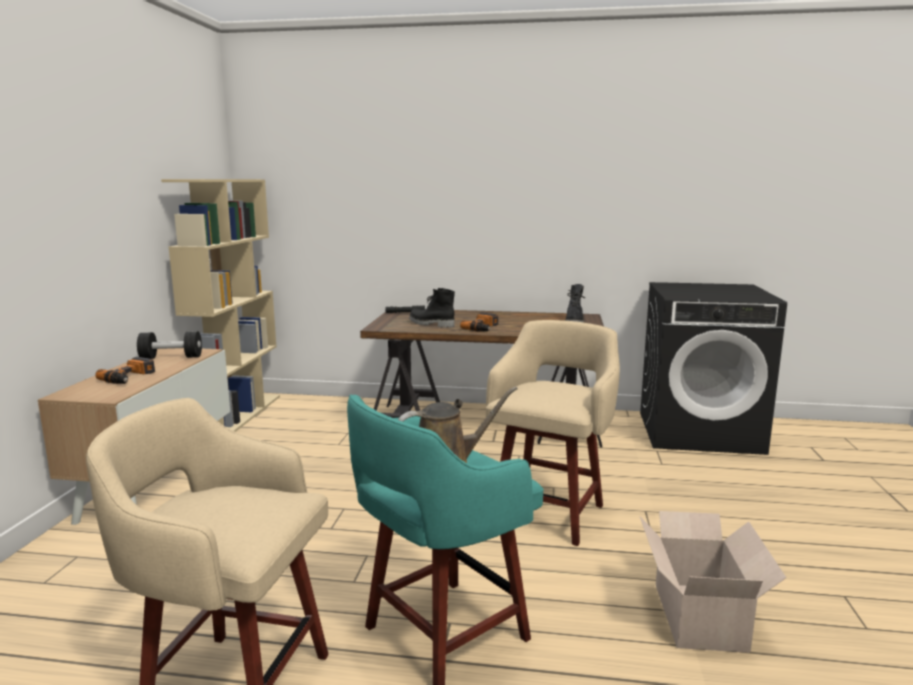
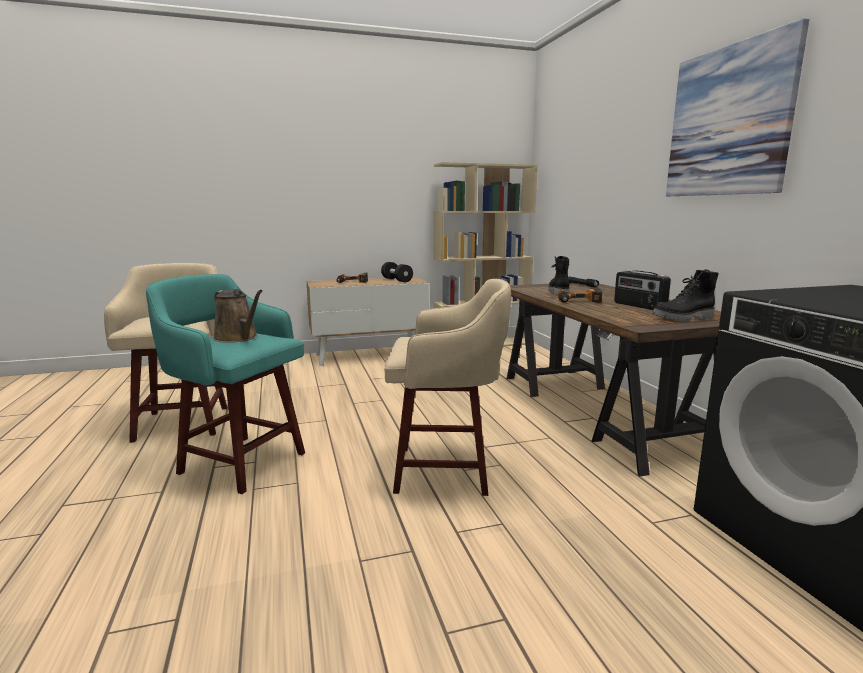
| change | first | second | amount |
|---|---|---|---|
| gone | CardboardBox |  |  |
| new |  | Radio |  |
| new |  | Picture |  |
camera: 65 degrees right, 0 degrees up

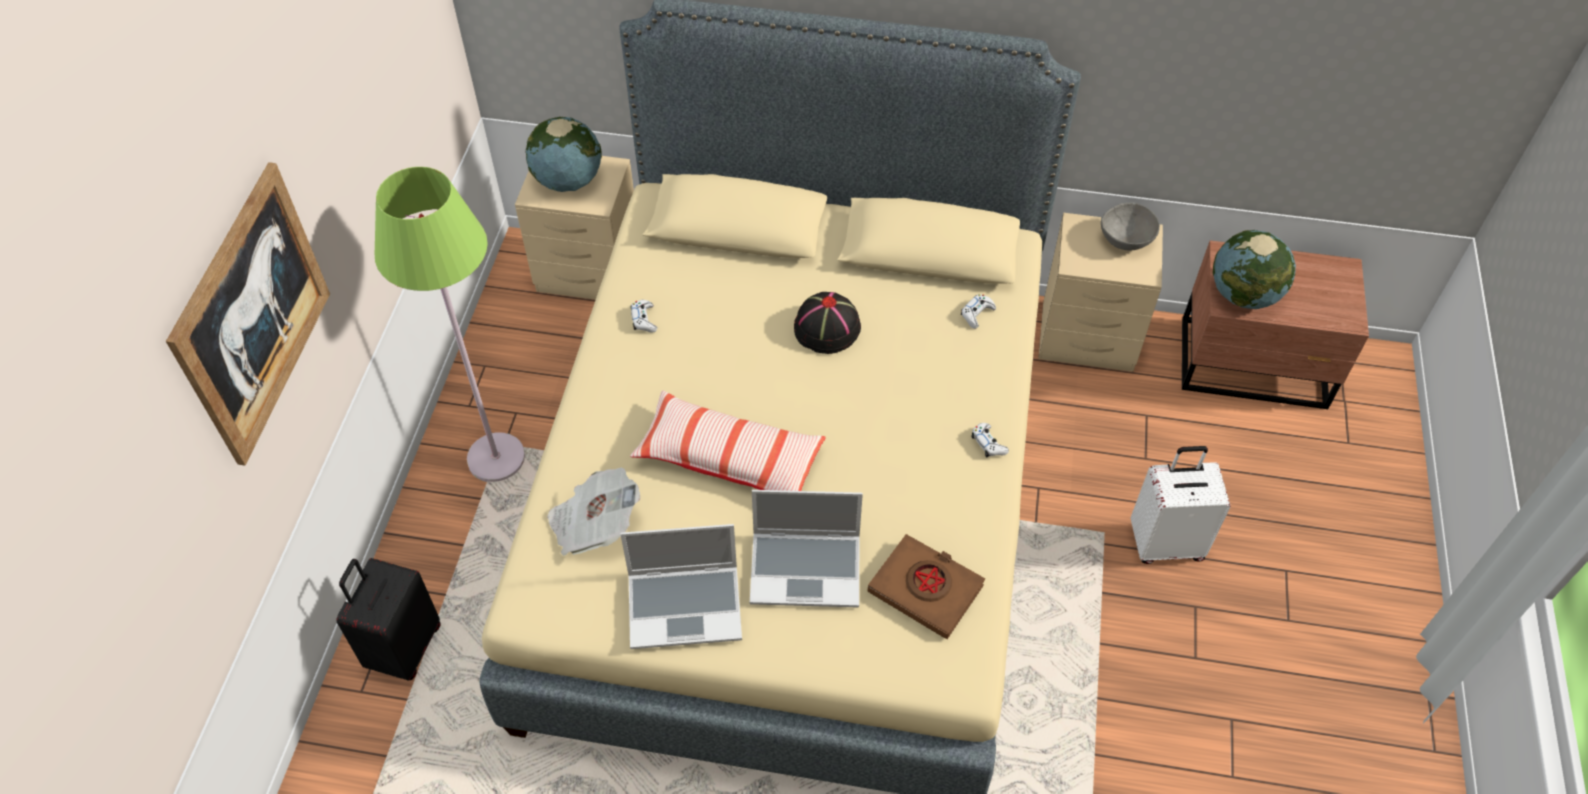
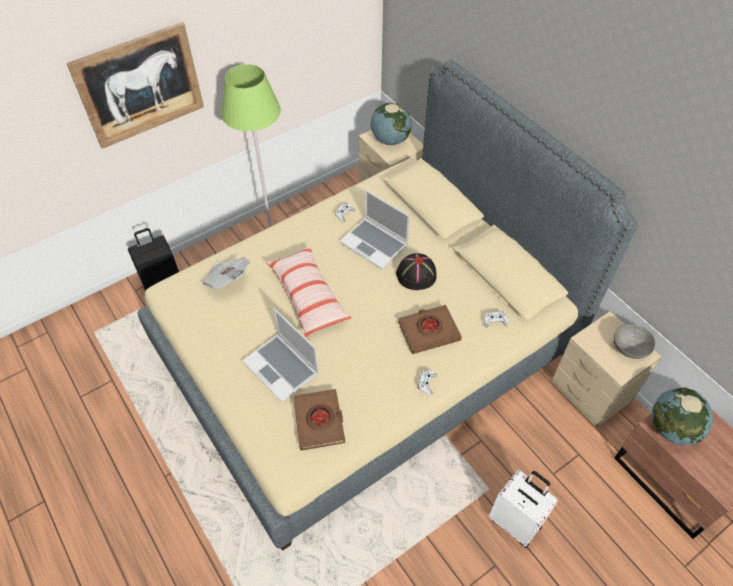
| change | first | second | amount |
|---|---|---|---|
| shifted | Laptop (no. 1 from left in the first image) | Laptop (no. 2 from left) |  |
| new |  | BrownBook (no. 2 from left) |  |
camera: 45 degrees right, 0 degrees up

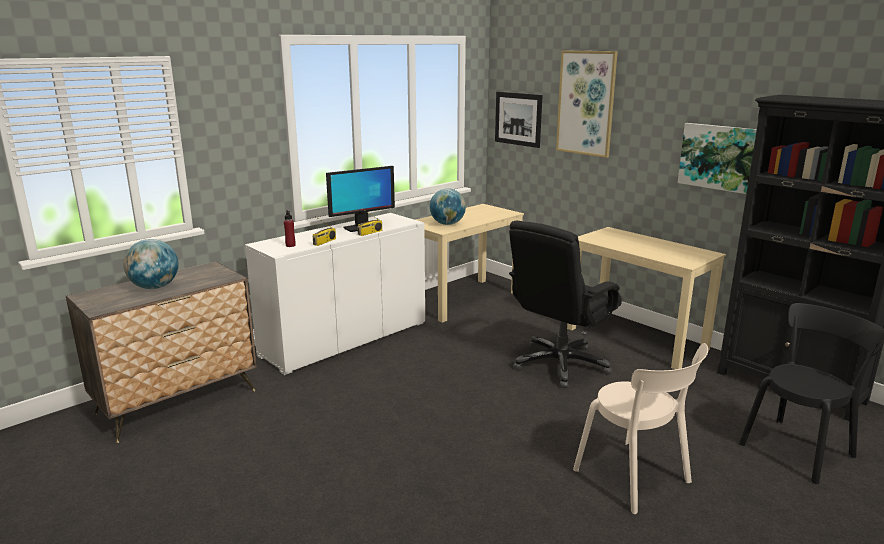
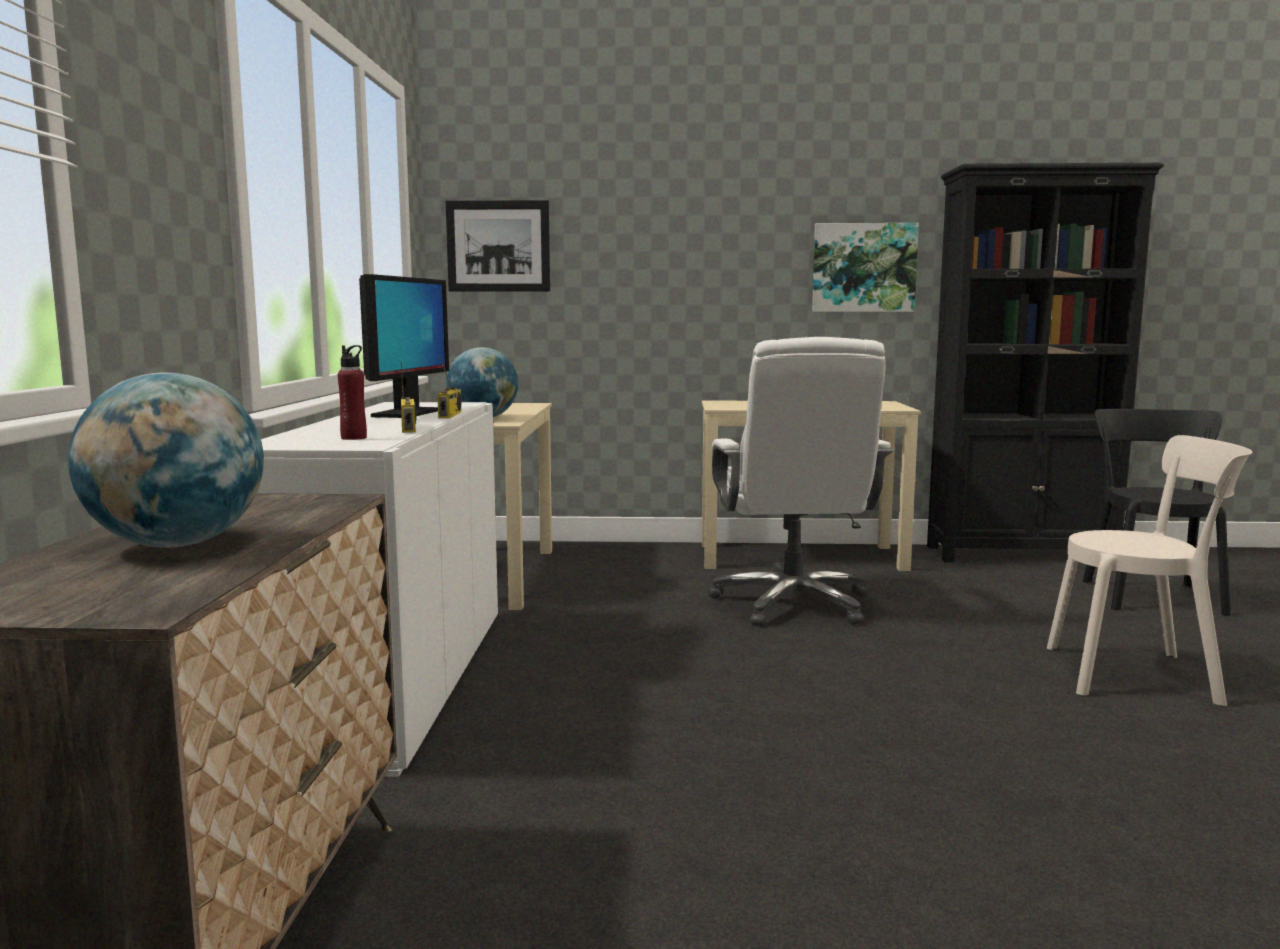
| change | first | second | amount |
|---|---|---|---|
| repainted | BlackOfficeChair | WhiteOfficeChair |  |
| gone | Picture (no. 2 from left) |  |  |
camera: 45 degrees left, 10 degrees down

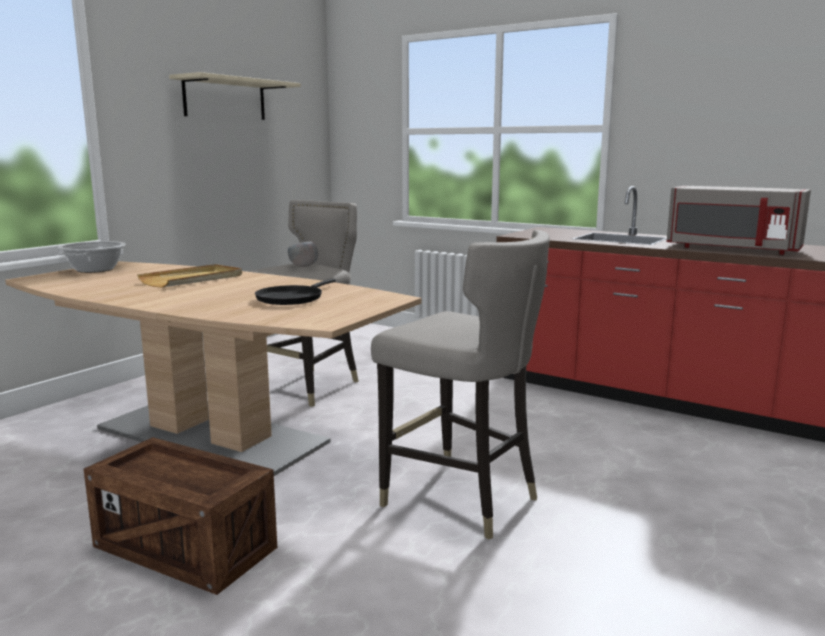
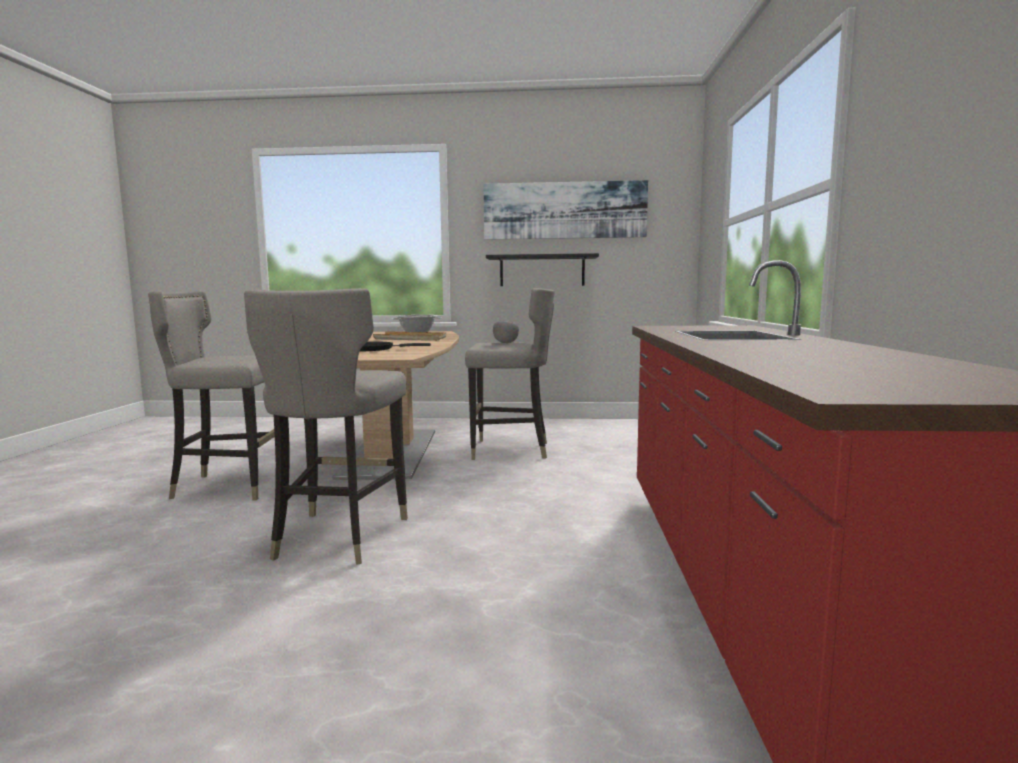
| change | first | second | amount |
|---|---|---|---|
| swapped | Crate | GreyStool (no. 1 from left) |  |
| swapped | BeigeShelf | Picture |  |
| gone | GreyMicrowave |  |  |
| new |  | BlackShelf |  |
camera: 60 degrees right, 5 degrees down

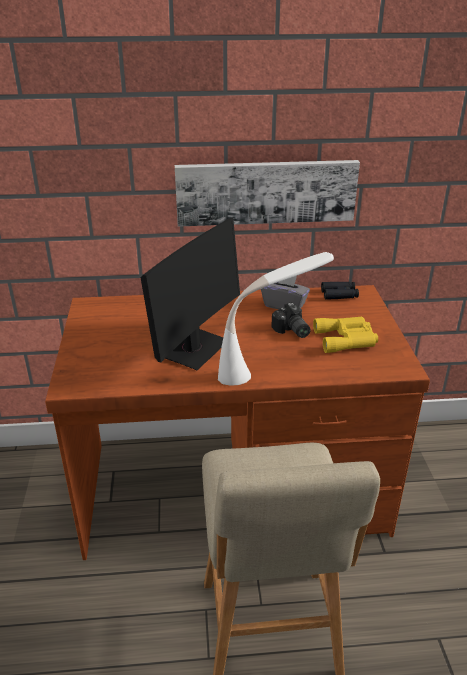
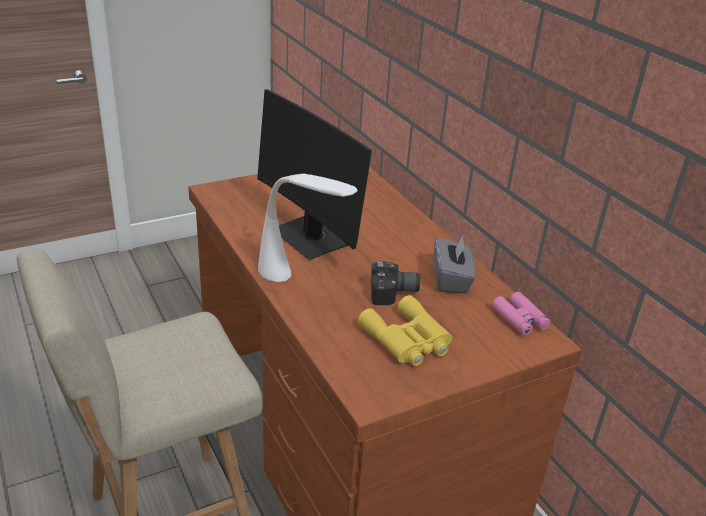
| change | first | second | amount |
|---|---|---|---|
| rotated | Monitor |  | 45 degrees clockwise |
| gone | Picture |  |  |
| rotated | PhotoCamera |  | 135 degrees counterclockwise |
| repainted | BlackBinoculars | PinkBinoculars |  |
camera: 65 degrees right, 0 degrees up

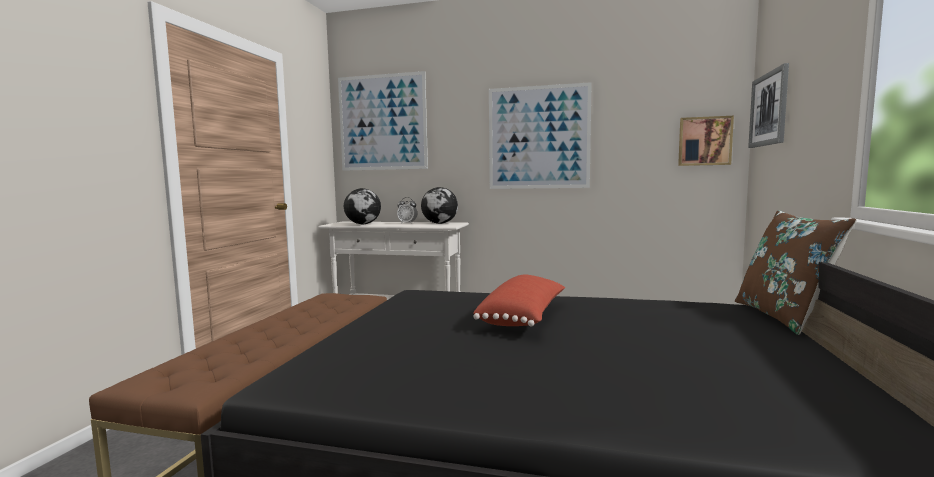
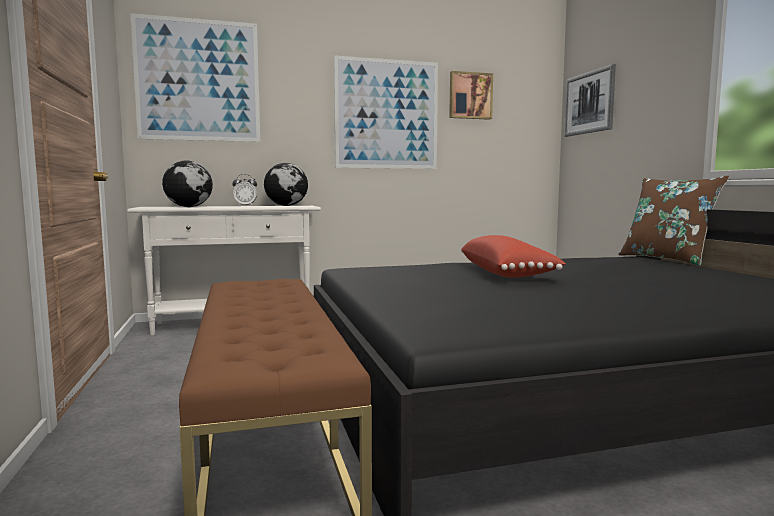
| change | first | second | amount |
|---|---|---|---|
| shifted | Picture (no. 3 from left) |  |  |
camera: 30 degrees left, 0 degrees up

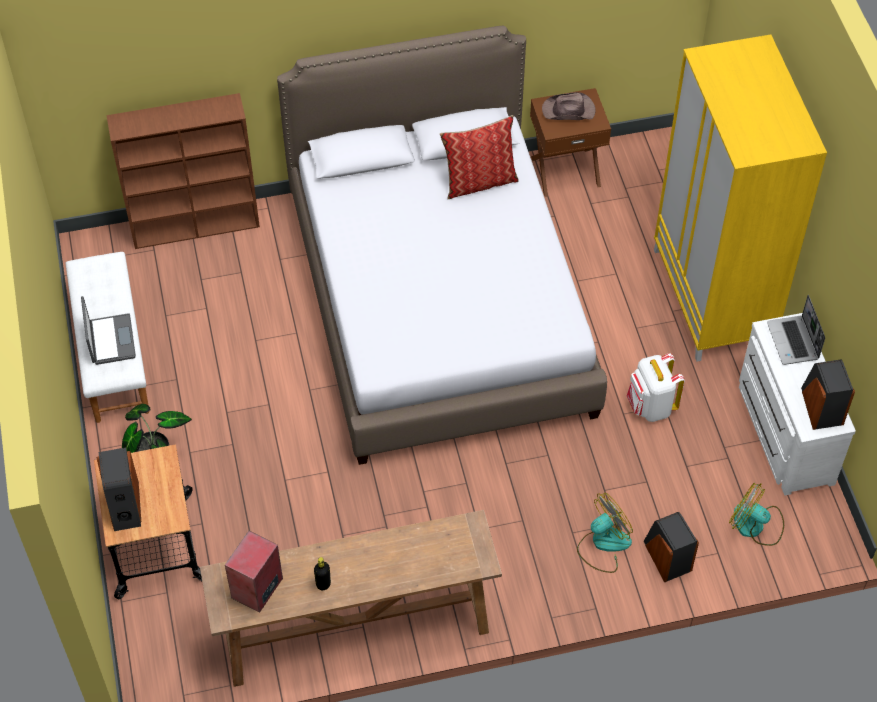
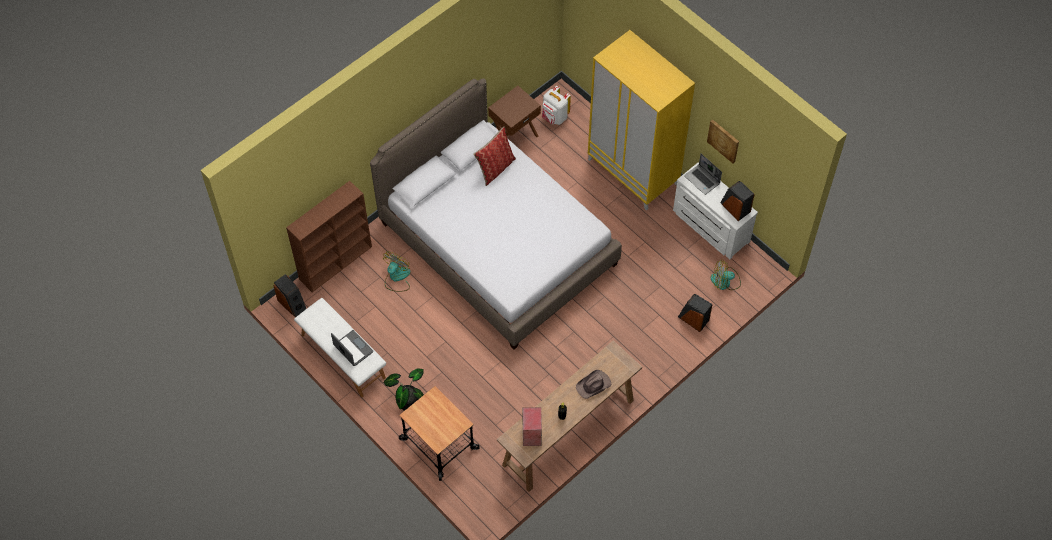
| change | first | second | amount |
|---|---|---|---|
| shifted | Speaker (no. 1 from left) |  |  |
| shifted | BrownHat |  |  |
| shifted | Fan (no. 1 from left) |  |  |
| shifted | WhiteBackpack |  |  |
| new |  | Picture |  |
camera: 30 degrees left, 5 degrees up

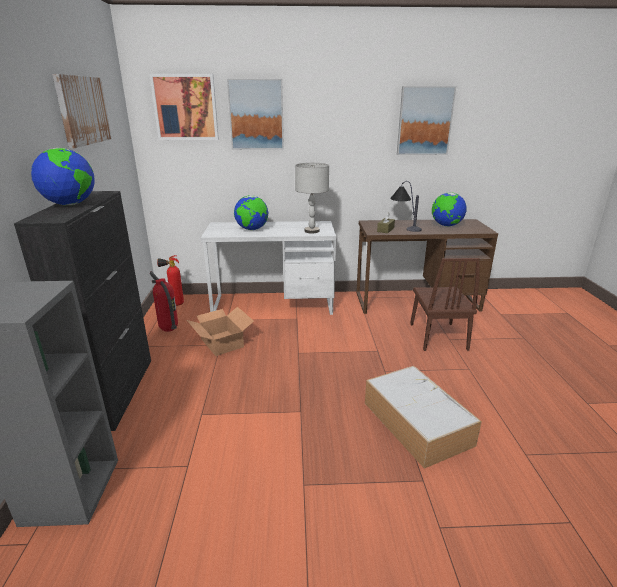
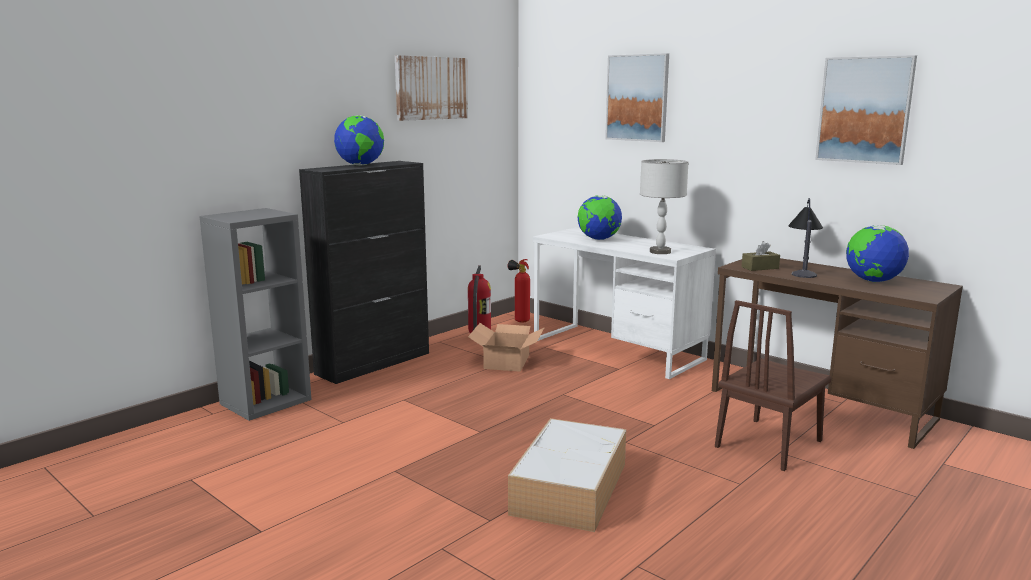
| change | first | second | amount |
|---|---|---|---|
| gone | Picture (no. 2 from left) |  |  |
camera: 45 degrees right, 10 degrees down

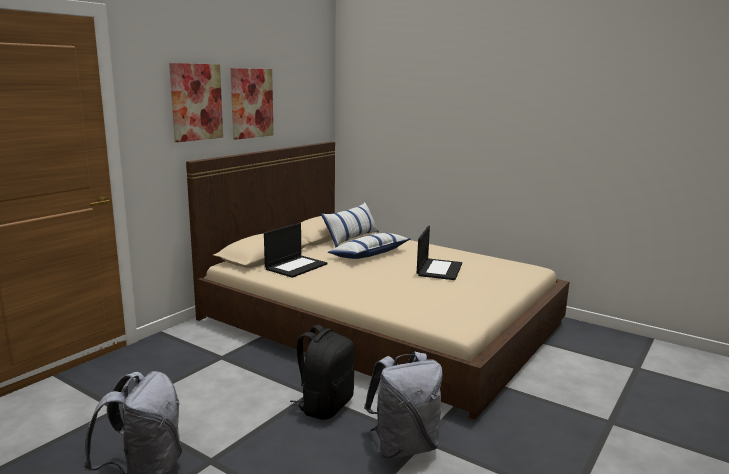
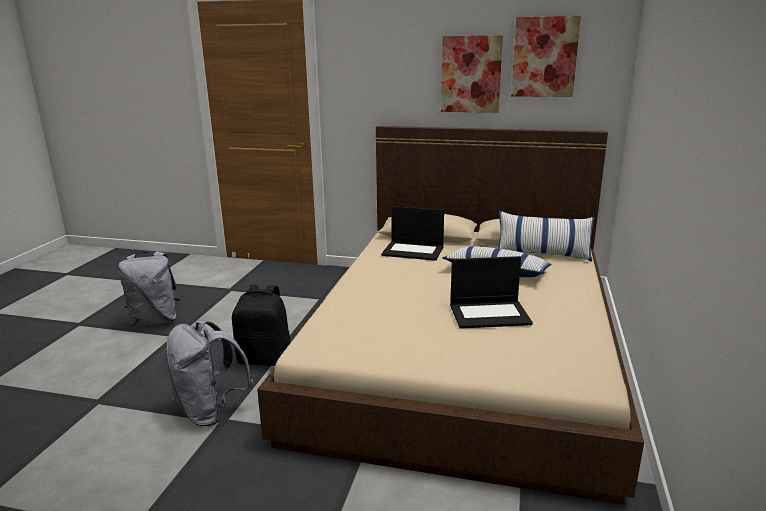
| change | first | second | amount |
|---|---|---|---|
| shifted | Picture (no. 1 from left in the first image) | Picture (no. 2 from left) |  |
camera: 70 degrees right, 5 degrees up

